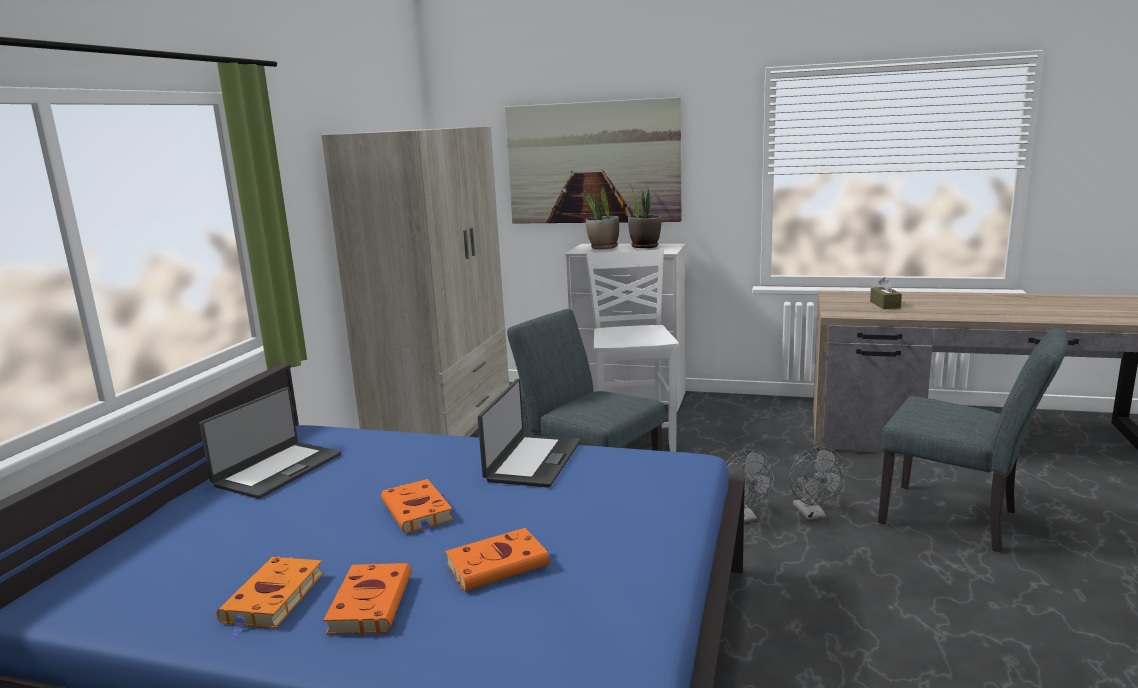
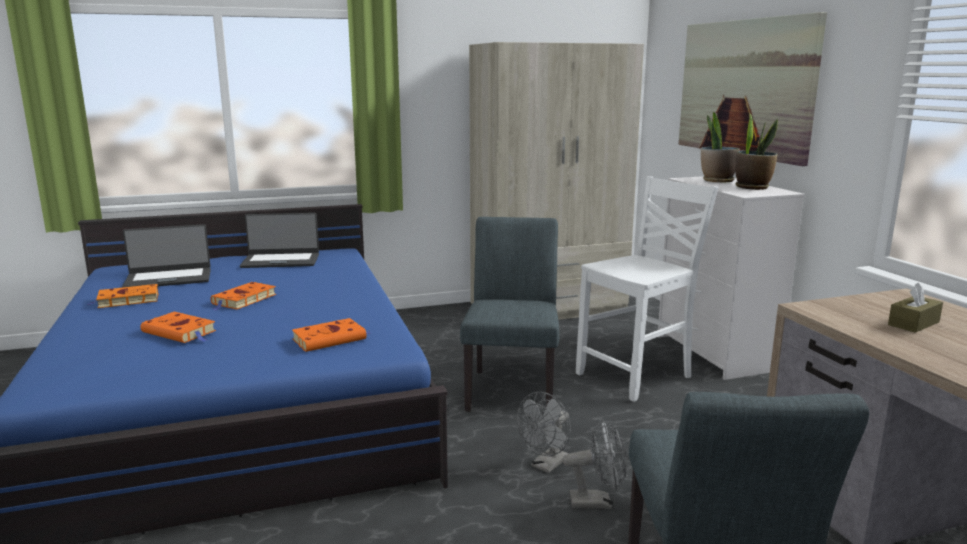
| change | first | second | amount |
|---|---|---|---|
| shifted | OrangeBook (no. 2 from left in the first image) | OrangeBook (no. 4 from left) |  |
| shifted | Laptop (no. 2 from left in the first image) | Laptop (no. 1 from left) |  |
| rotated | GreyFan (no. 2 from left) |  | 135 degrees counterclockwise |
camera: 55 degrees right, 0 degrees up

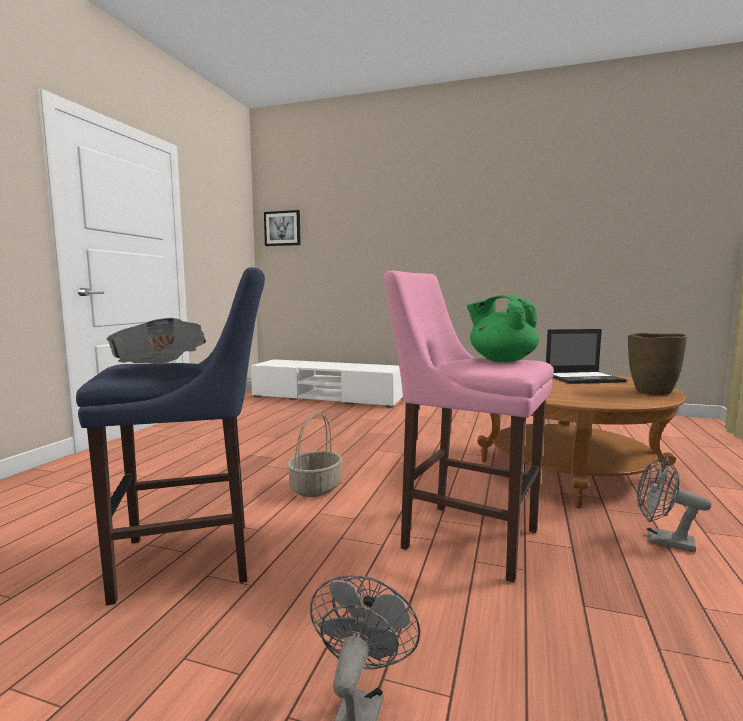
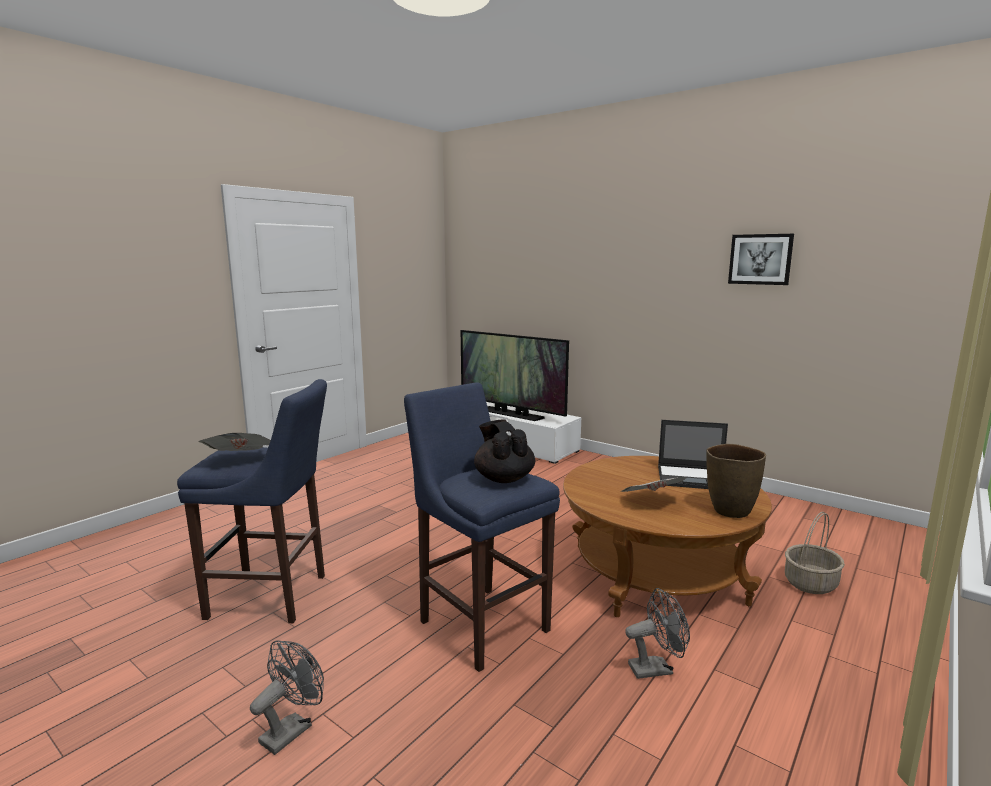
| change | first | second | amount |
|---|---|---|---|
| shifted | Picture |  |  |
| shifted | Basket |  |  |
| repainted | PinkStool | BlueStool (no. 2 from left) |  |
| repainted | GreenTeapot | BlackTeapot |  |
| rotated | GreyFan (no. 2 from left) |  | 120 degrees clockwise |
| new |  | Television |  |
| new |  | Newspaper (no. 2 from left) |  |
camera: 20 degrees right, 5 degrees up

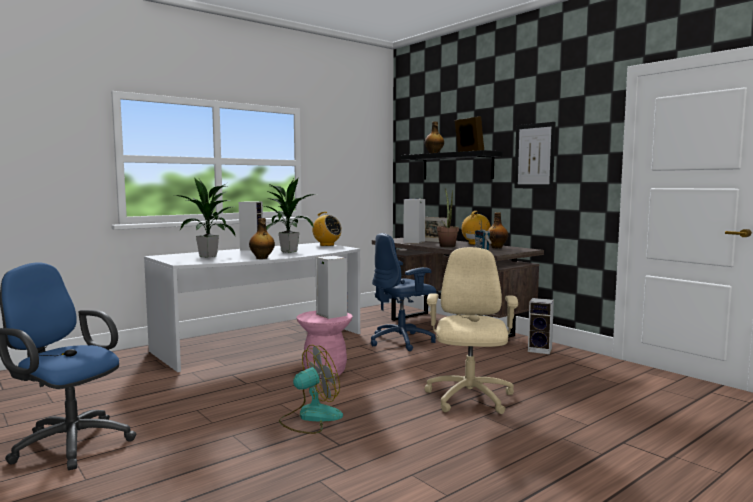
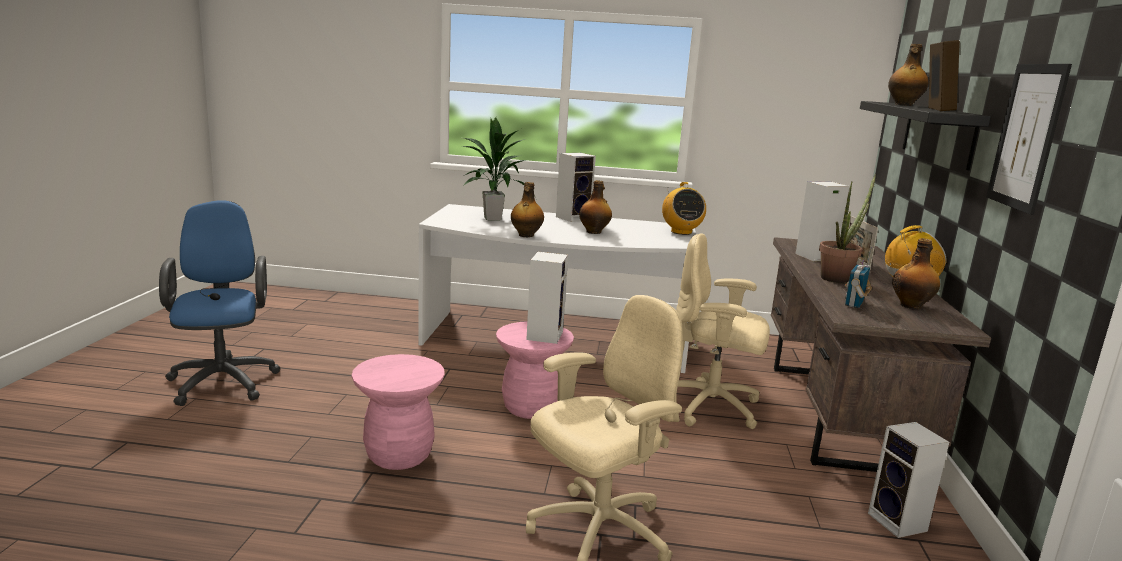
| change | first | second | amount |
|---|---|---|---|
| swapped | PottedPlant (no. 2 from left) | Bottle (no. 2 from left) |  |
| swapped | Fan | PinkStool (no. 1 from left) |  |
| repainted | BlueOfficeChair (no. 2 from left) | BeigeOfficeChair (no. 2 from left) |  |
camera: 45 degrees right, 10 degrees up

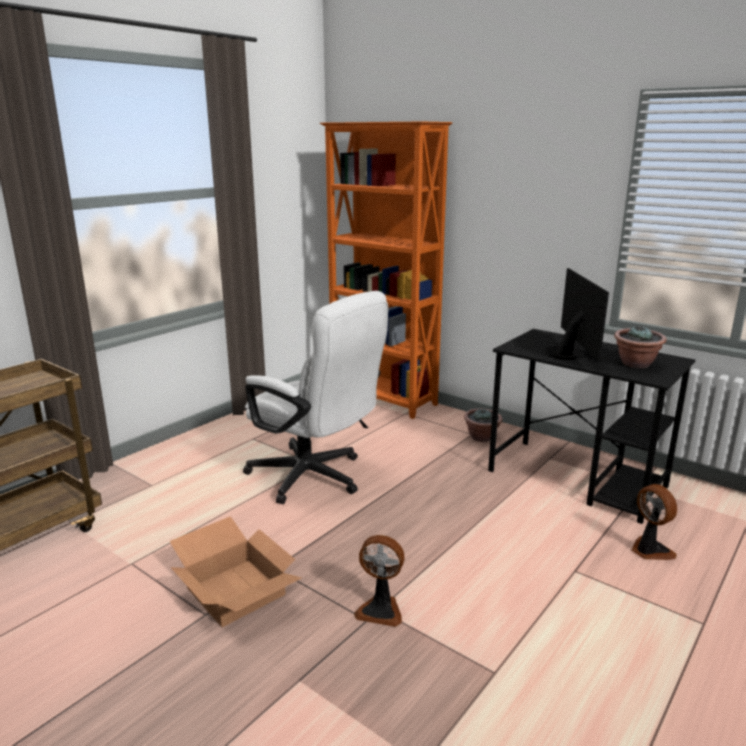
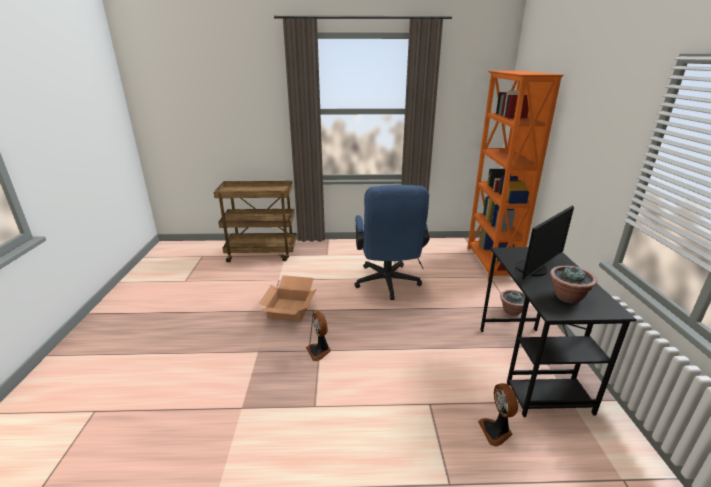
| change | first | second | amount |
|---|---|---|---|
| repainted | WhiteOfficeChair | BlueOfficeChair |  |
| rotated | Fan (no. 2 from left) |  | 150 degrees clockwise |
camera: 50 degrees right, 5 degrees up

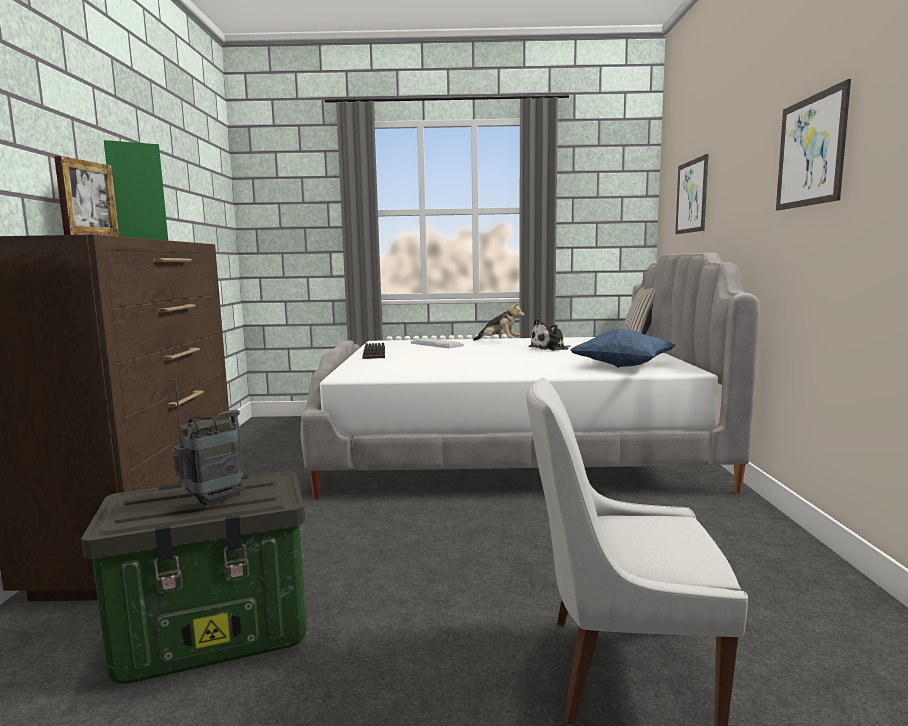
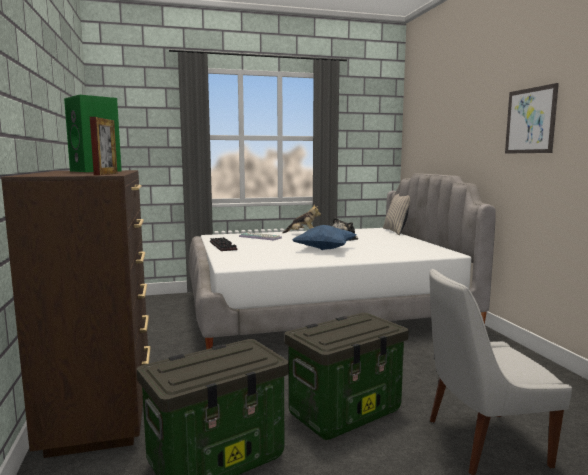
| change | first | second | amount |
|---|---|---|---|
| gone | Radio |  |  |
| shifted | BluePillow |  |  |
| gone | Picture (no. 1 from left) |  |  |
| new |  | StorageBox (no. 2 from left) |  |
camera: 15 degrees left, 0 degrees up

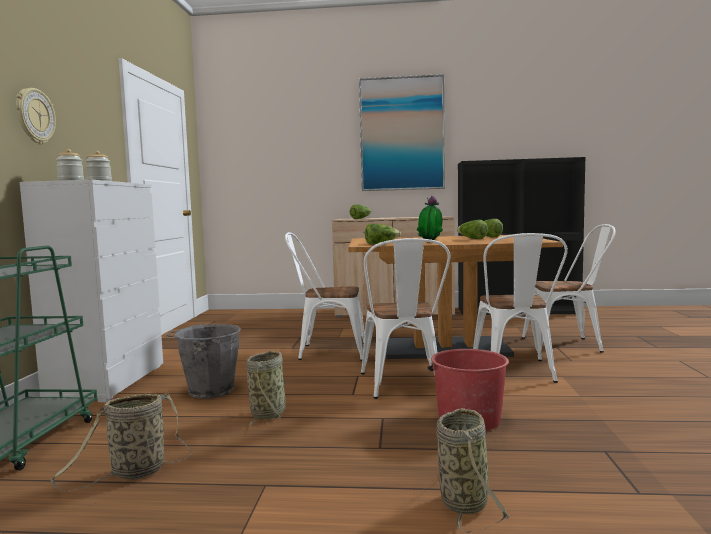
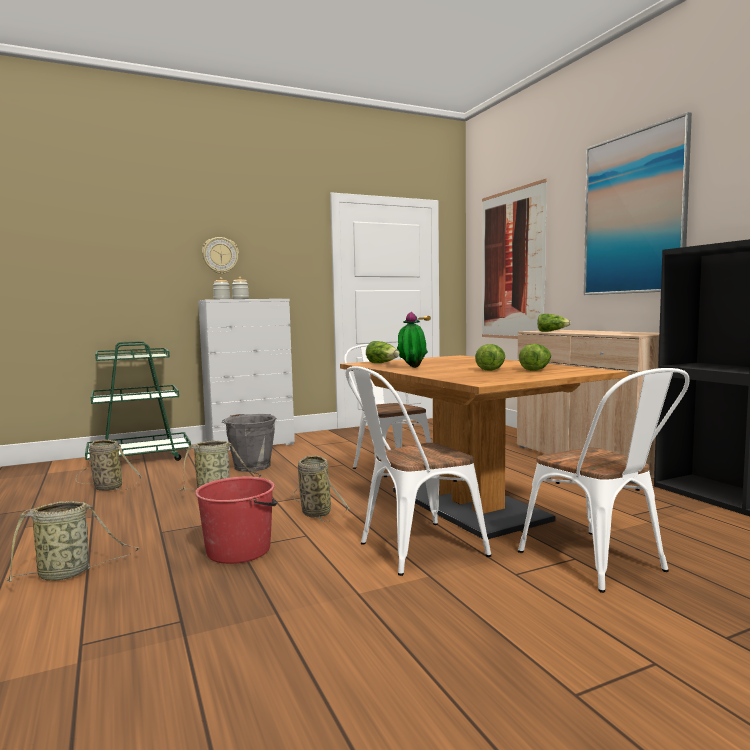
| change | first | second | amount |
|---|---|---|---|
| swapped | WhiteChair (no. 2 from left) | Basket (no. 4 from left) |  |
| new |  | Picture (no. 1 from left) |  |
camera: 60 degrees right, 0 degrees up

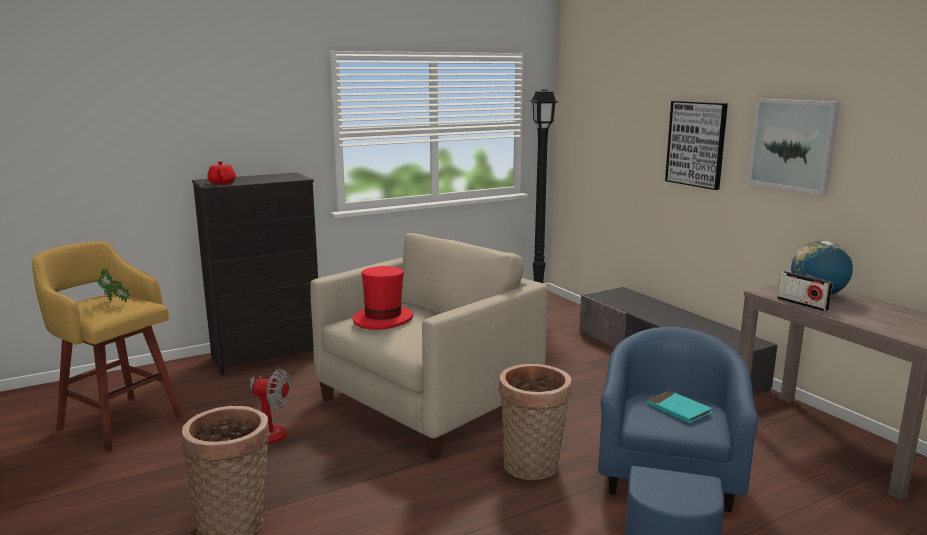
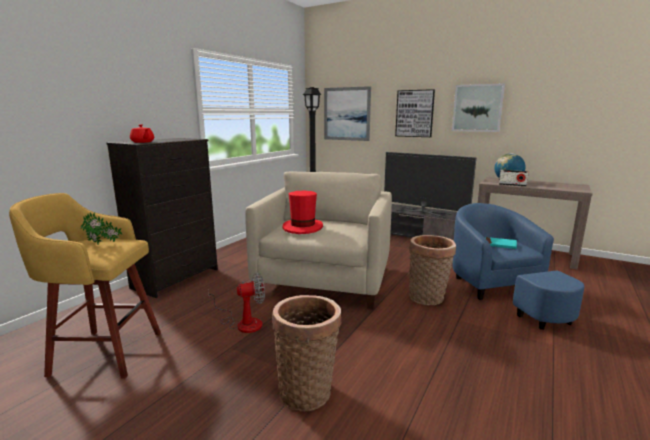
| change | first | second | amount |
|---|---|---|---|
| new |  | Picture (no. 1 from left) |  |
| new |  | Television |  |
camera: 30 degrees left, 0 degrees up

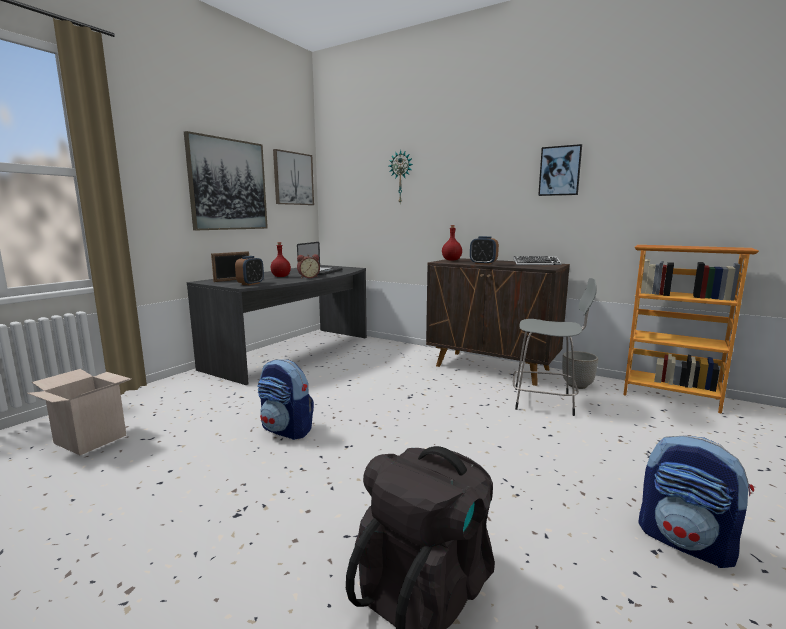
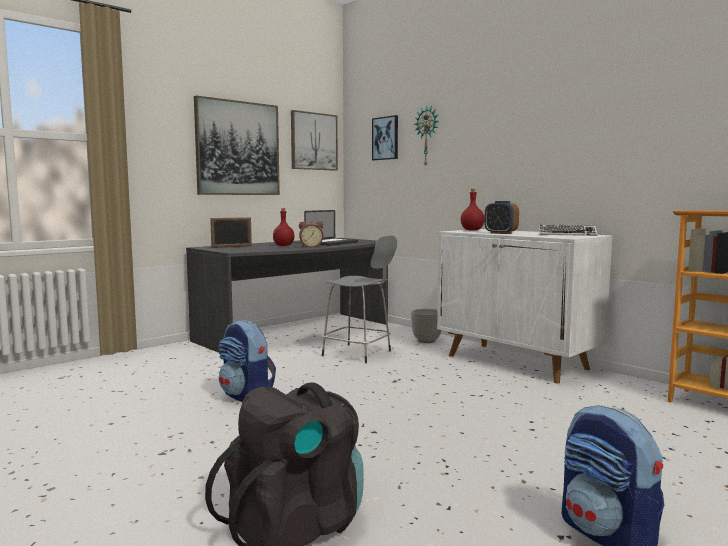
| change | first | second | amount |
|---|---|---|---|
| gone | CardboardBox |  |  |
| gone | AlarmClock (no. 1 from left) |  |  |
| repainted | BrownCabinet | WhiteCabinet |  |
| shifted | GreyStool |  |  |
| shifted | Picture (no. 3 from left) |  |  |
| shifted | Planter |  |  |
camera: 15 degrees right, 5 degrees down

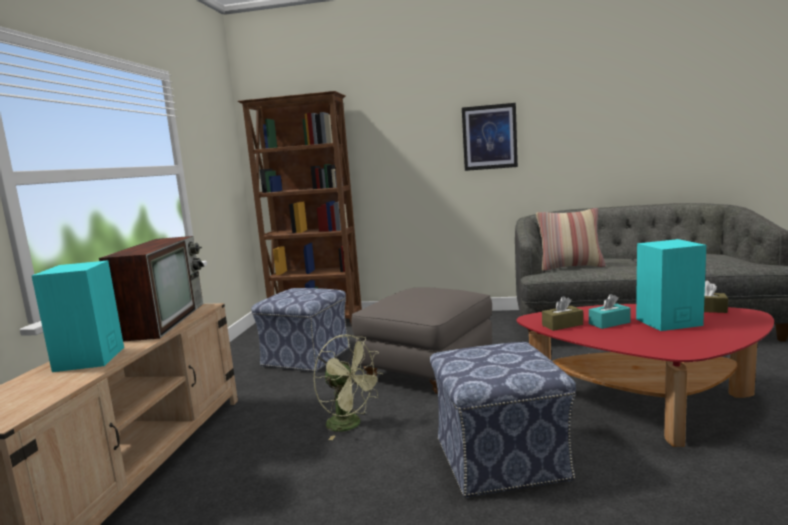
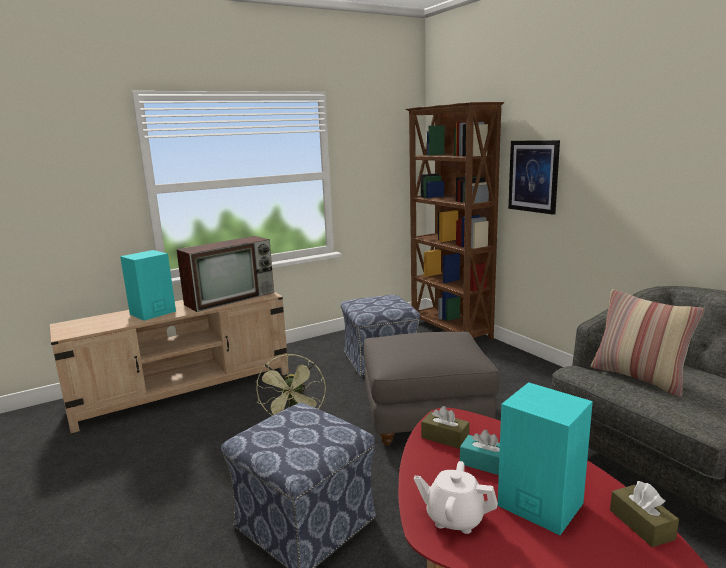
| change | first | second | amount |
|---|---|---|---|
| shifted | Picture |  |  |
| new |  | WhiteTeapot |  |
camera: 50 degrees right, 5 degrees up

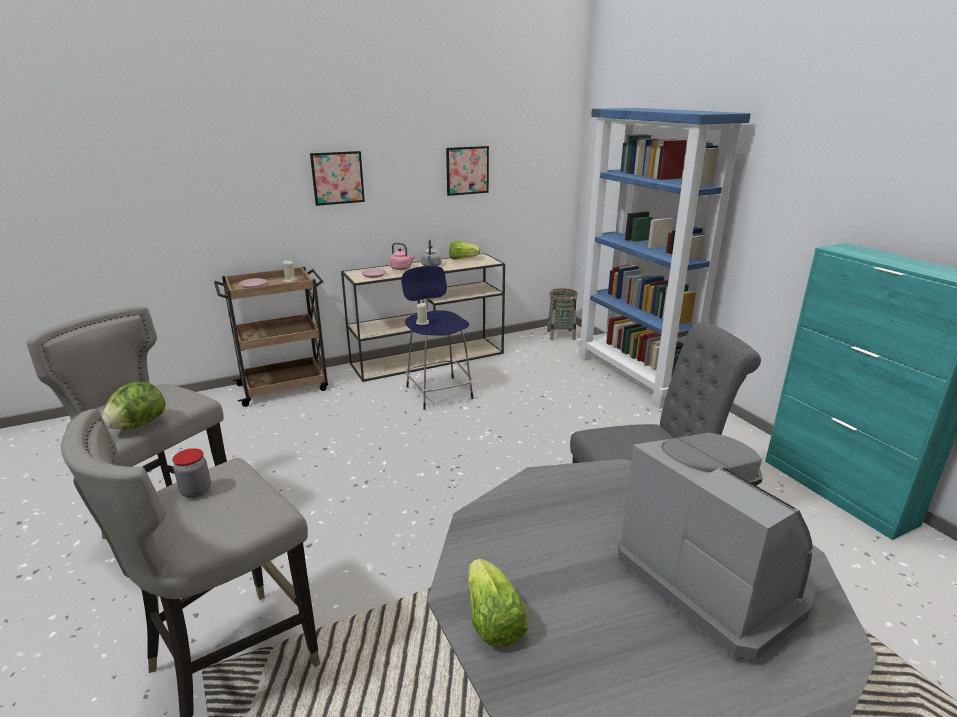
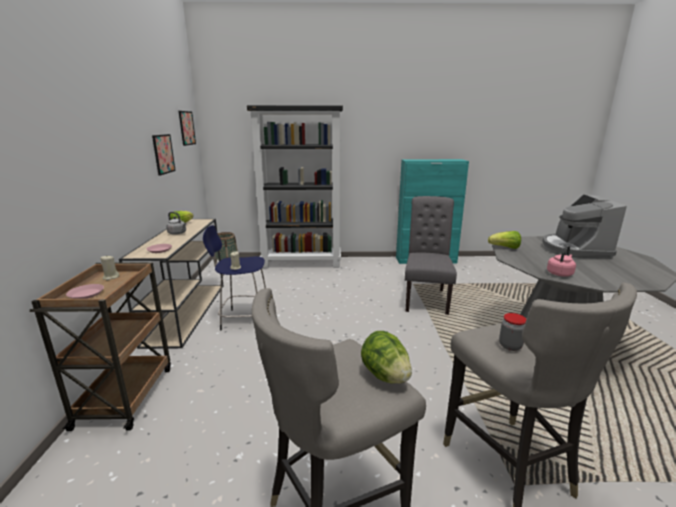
| change | first | second | amount |
|---|---|---|---|
| shifted | Picture (no. 1 from left in the first image) | Picture (no. 2 from left) |  |
| shifted | PinkKettle |  |  |
| shifted | Lettuce (no. 3 from left) |  |  |
| repainted | BlueBookcase | BlackBookcase |  |
| rotated | CoffeeMachine |  | 75 degrees counterclockwise |
camera: 65 degrees left, 5 degrees down

